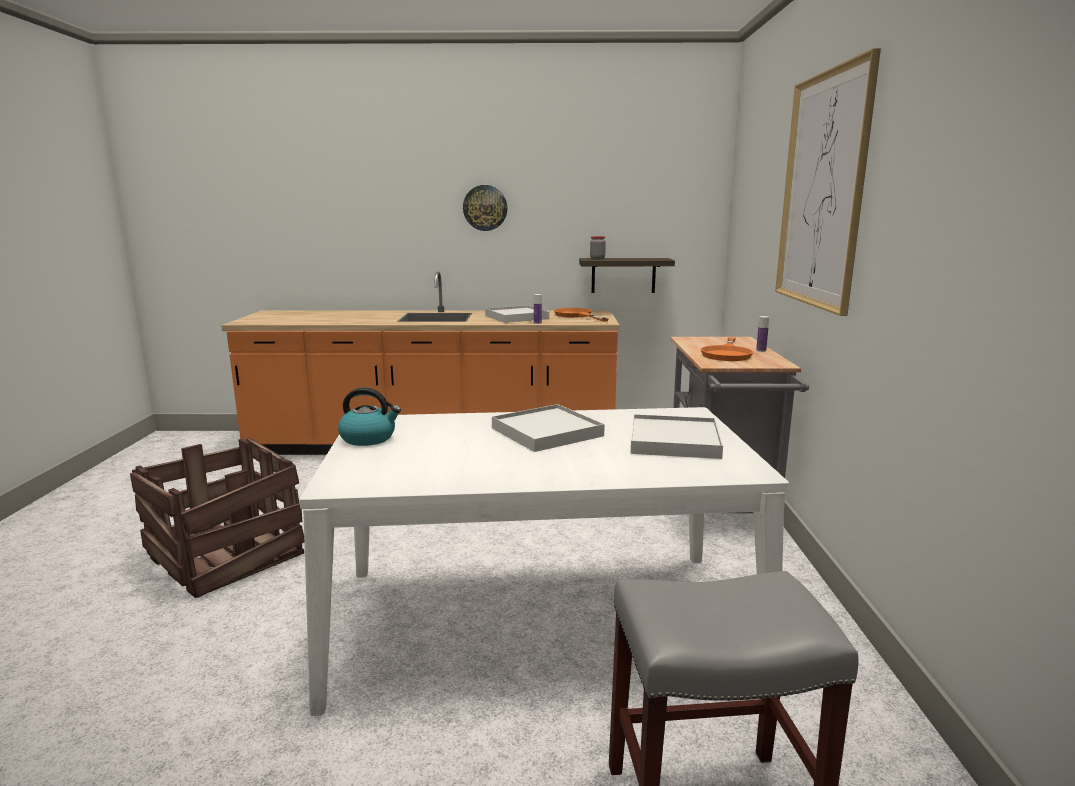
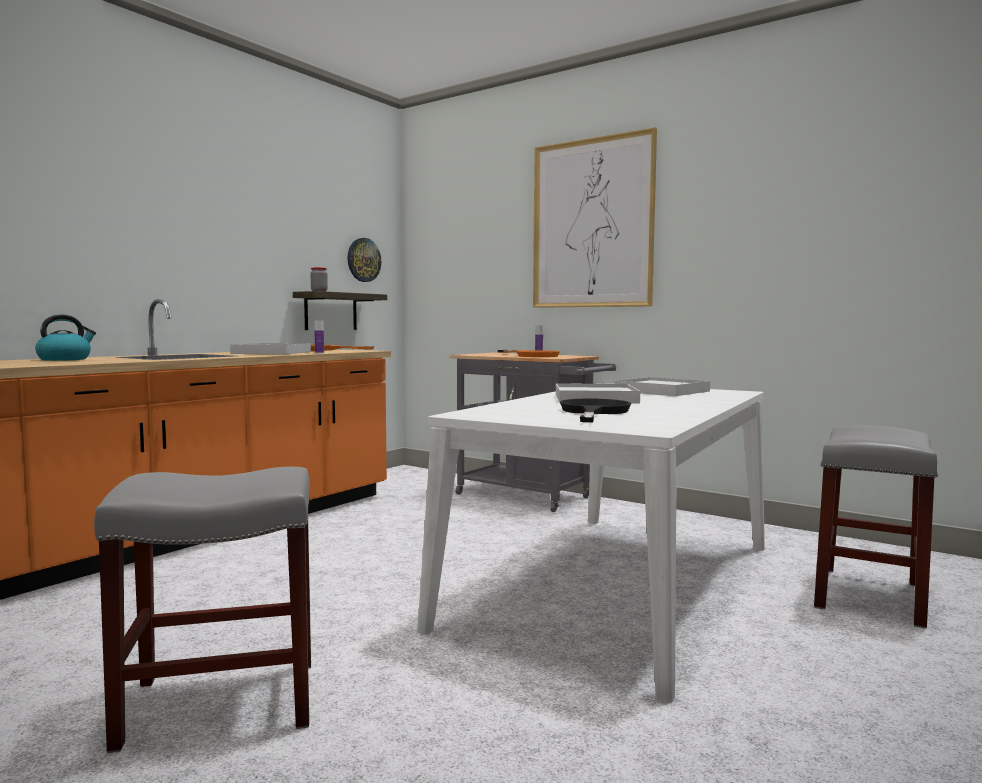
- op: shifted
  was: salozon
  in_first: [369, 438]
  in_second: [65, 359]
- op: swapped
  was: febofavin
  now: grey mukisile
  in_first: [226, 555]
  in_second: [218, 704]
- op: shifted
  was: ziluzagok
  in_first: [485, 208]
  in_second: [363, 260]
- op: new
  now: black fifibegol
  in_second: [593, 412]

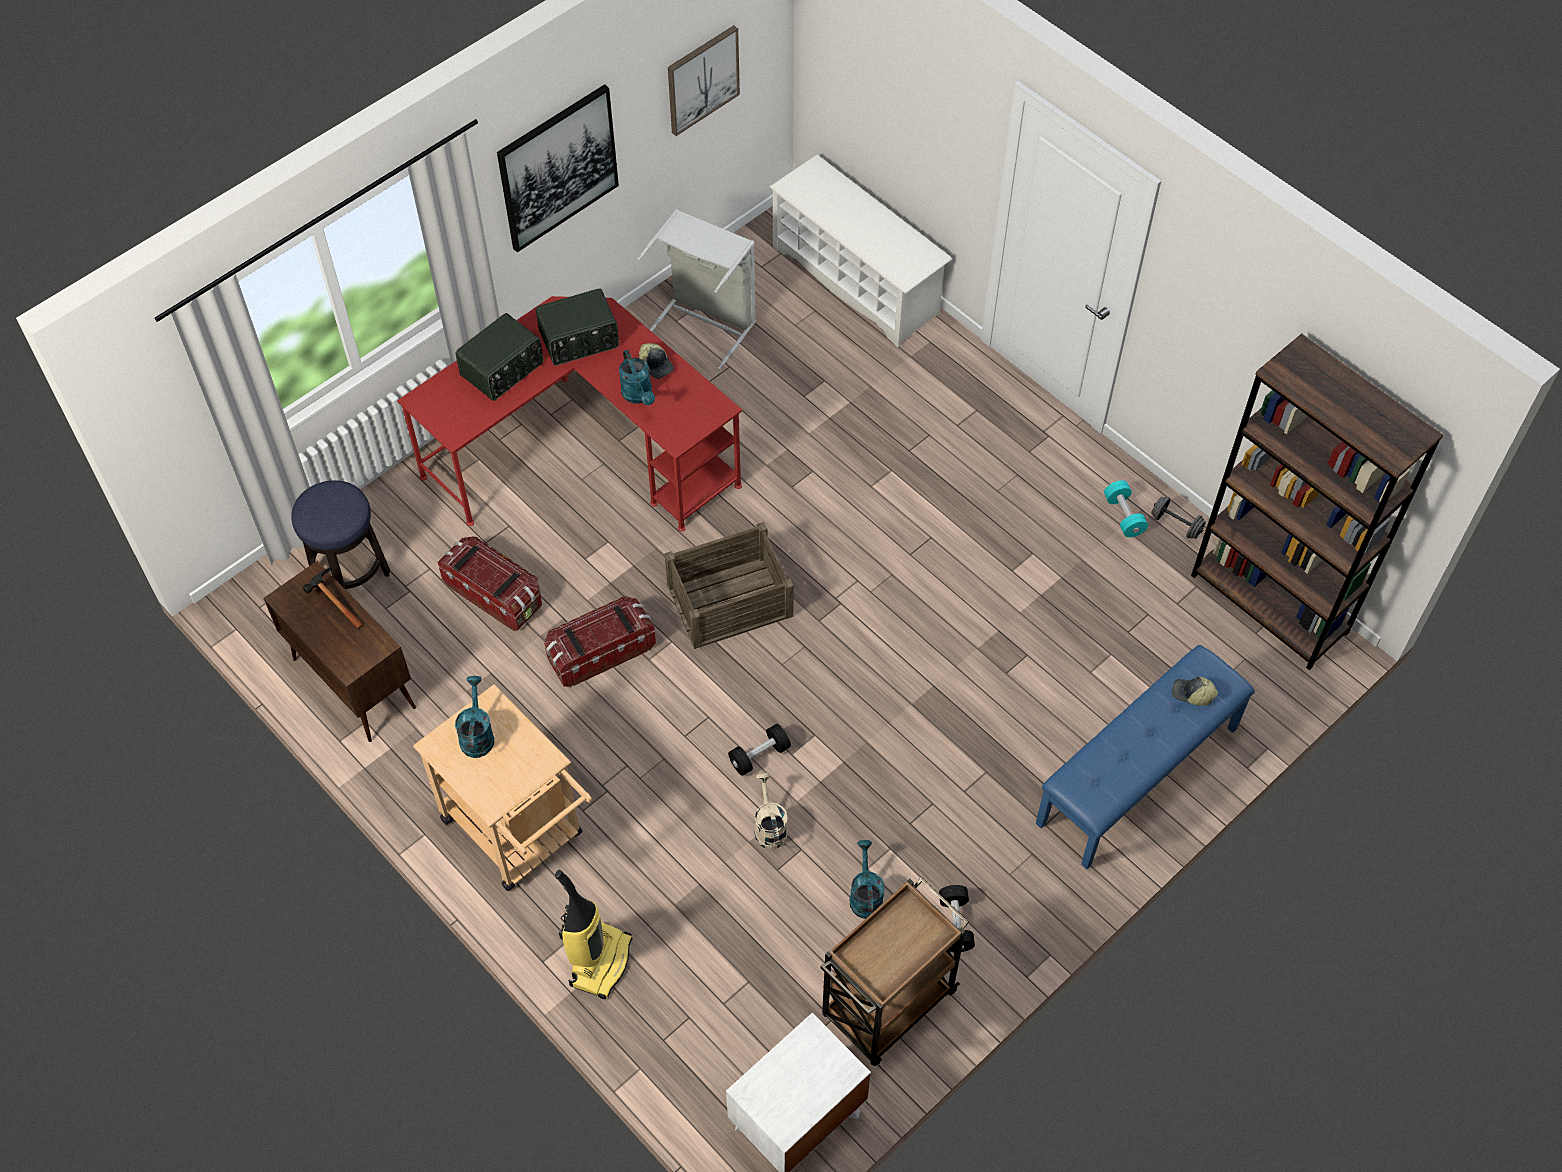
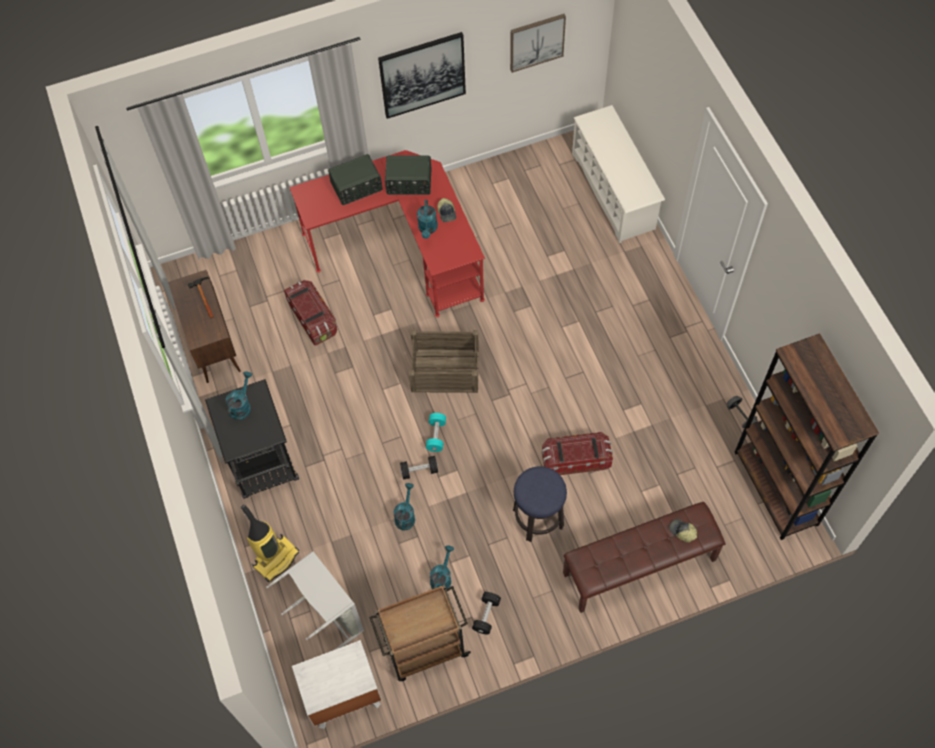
- op: repainted
  was: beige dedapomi
  now: black dedapomi
  in_first: [520, 834]
  in_second: [264, 467]
- op: shifted
  was: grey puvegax
  in_first: [706, 322]
  in_second: [329, 617]
- op: repainted
  was: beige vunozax
  now: turquoise vunozax
  in_first: [769, 827]
  in_second: [405, 515]
- op: shifted
  was: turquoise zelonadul
  in_first: [1123, 516]
  in_second: [436, 435]
- op: shifted
  was: mukisile
  in_first: [350, 573]
  in_second: [538, 518]
- op: shifted
  was: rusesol
  in_first: [601, 652]
  in_second: [575, 460]
- op: repainted
  was: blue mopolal
  now: brown mopolal
  in_first: [1138, 776]
  in_second: [639, 567]

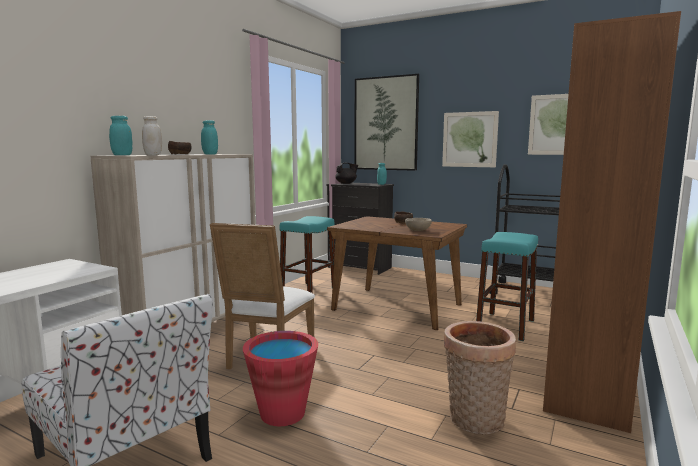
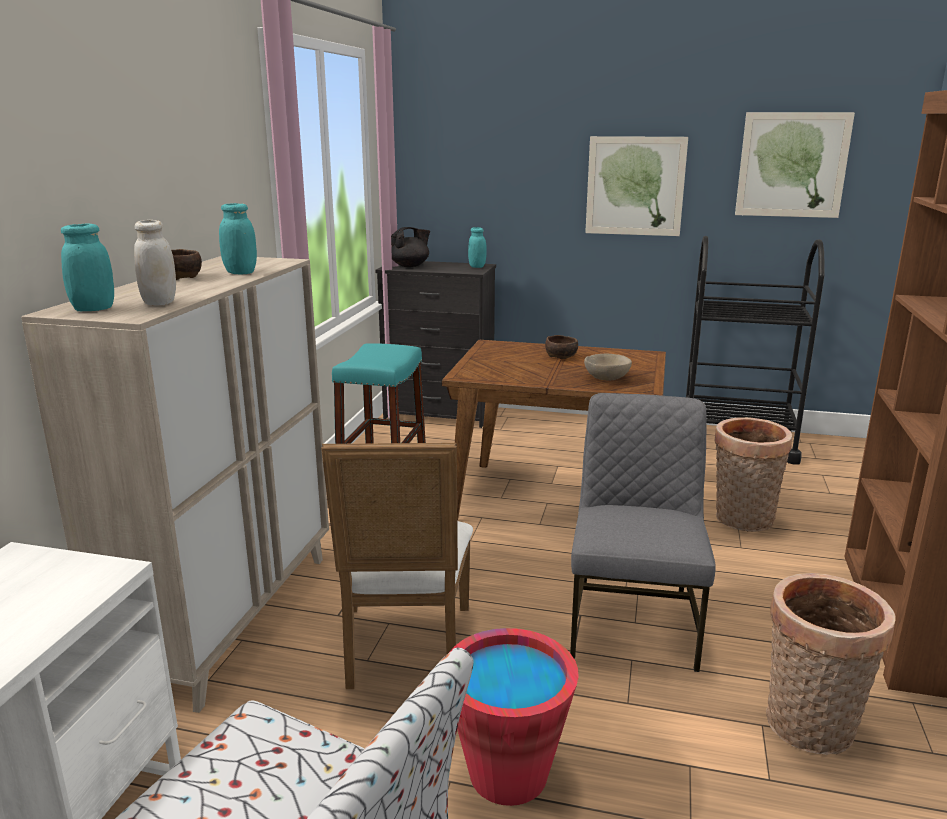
- op: new
  now: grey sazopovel
  in_second: [633, 622]
- op: swapped
  was: turquoise mukisile
  now: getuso
  in_first: [505, 326]
  in_second: [742, 520]
- op: gone
  was: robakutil
  in_first: [385, 124]

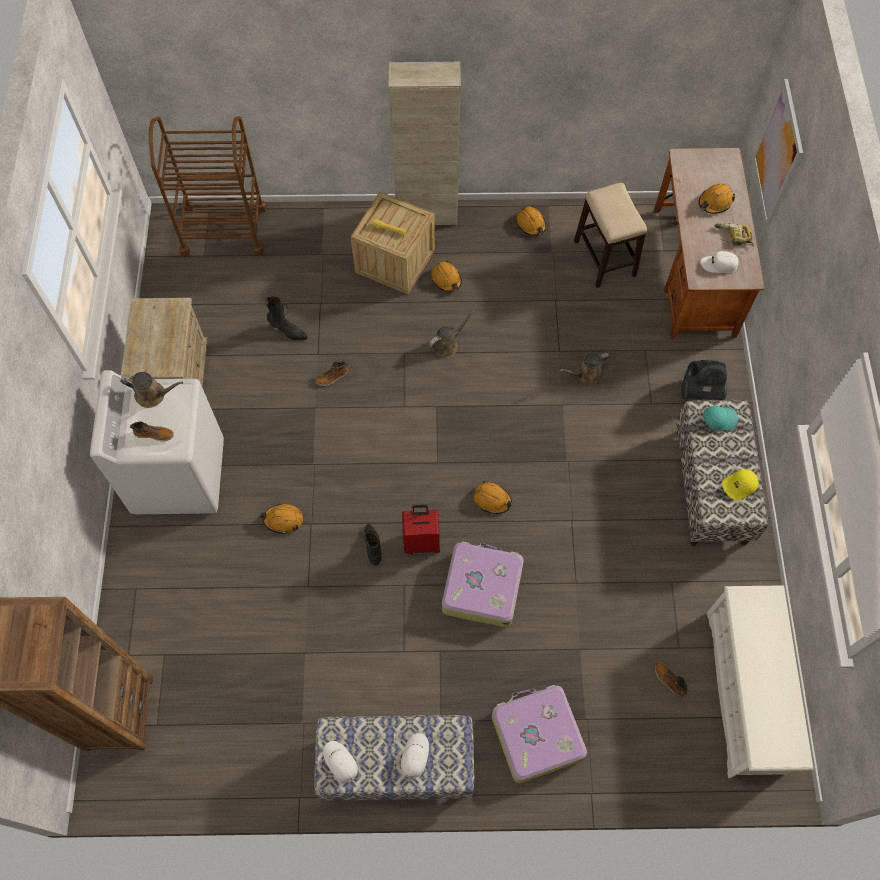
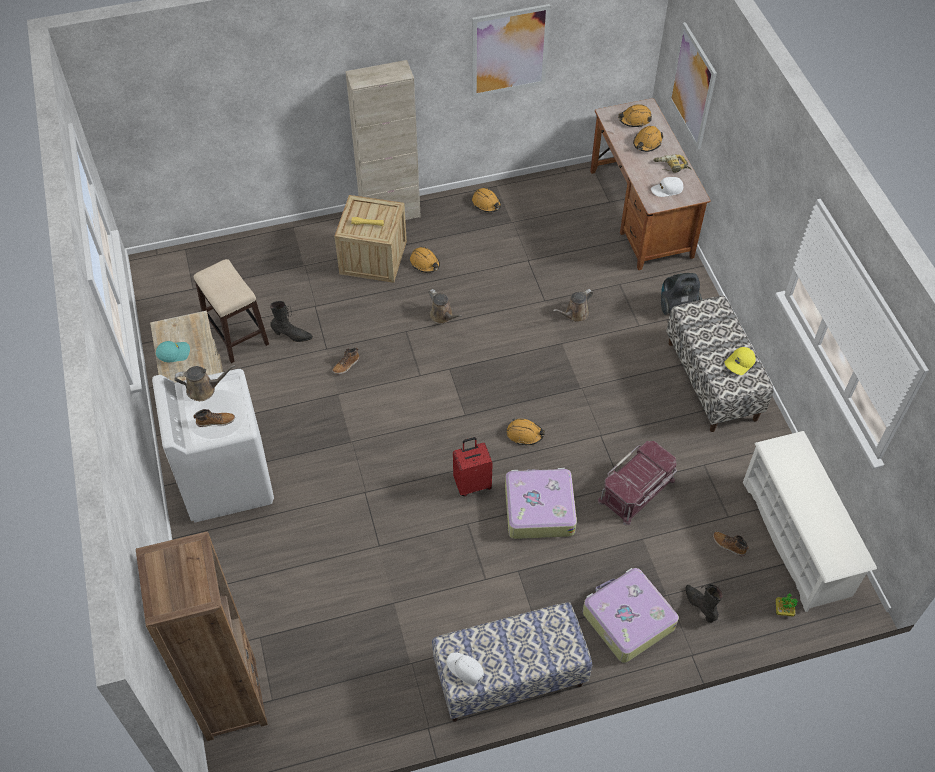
- op: shifted
  was: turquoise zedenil
  in_first: [719, 419]
  in_second: [173, 353]
- op: shifted
  was: mukisile
  in_first: [604, 258]
  in_second: [236, 333]
- op: rotated
  was: brown vunozax
  in_first: [447, 344]
  in_second: [443, 316]
  clockwise: 105
- op: new
  now: robakutil
  in_second: [509, 50]
- op: new
  now: red rusesol
  in_second: [637, 491]
- op: shifted
  was: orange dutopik
  in_first: [283, 520]
  in_second: [634, 120]
- op: shifted
  was: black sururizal
  in_first: [373, 547]
  in_second: [700, 606]
- op: new
  now: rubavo
  in_second: [783, 610]
- op: gone
  was: brown dedapomi
  in_first: [224, 230]
- op: gone
  was: white zedenil
  in_first: [415, 756]

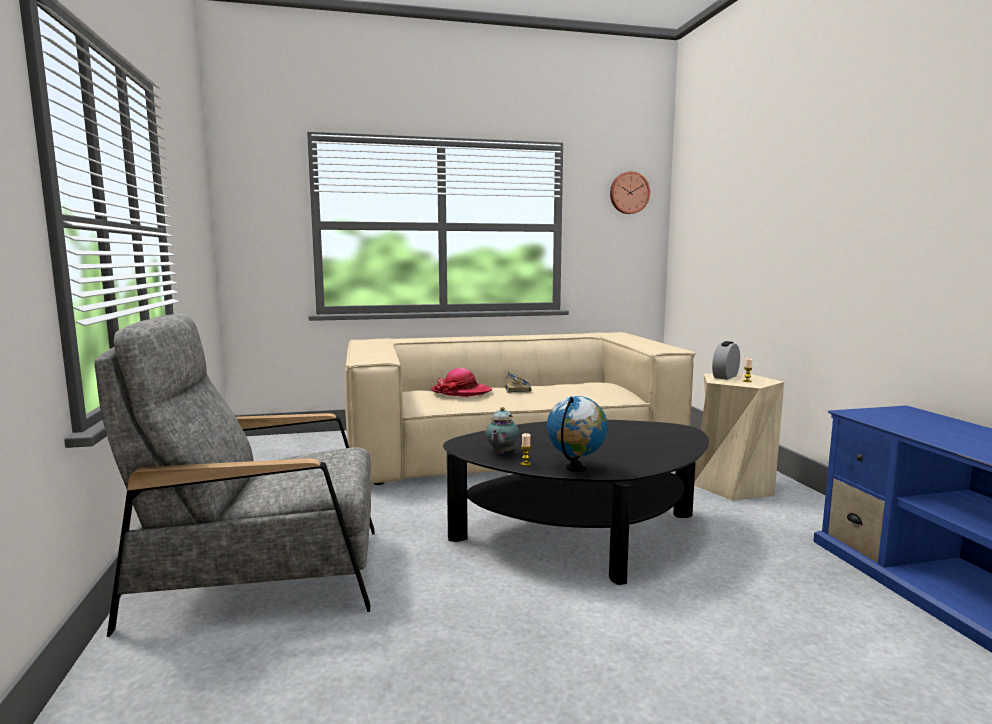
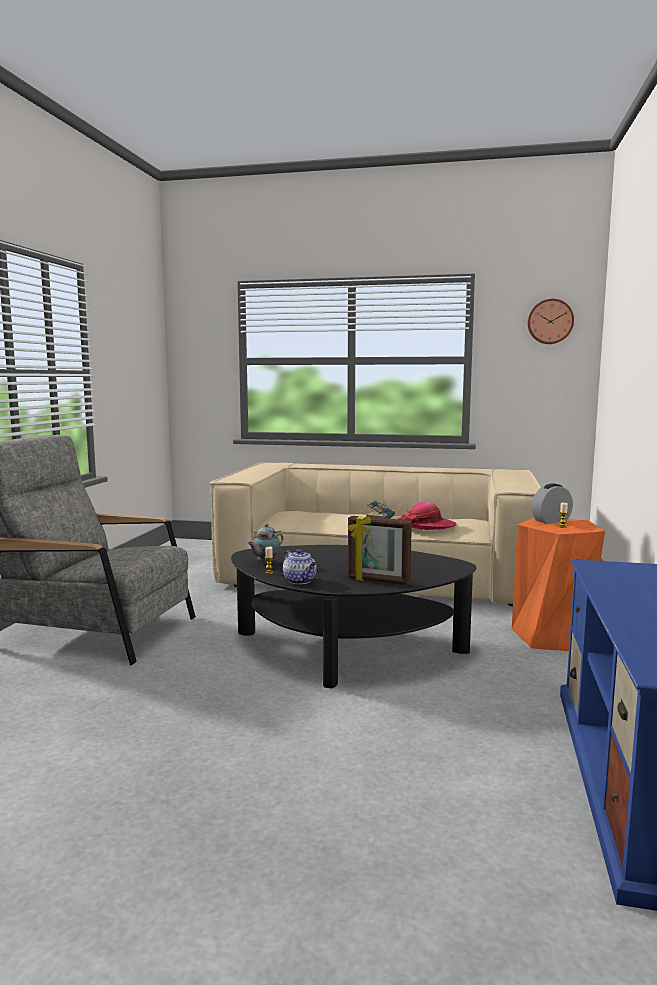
- op: swapped
  was: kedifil
  now: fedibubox
  in_first: [576, 469]
  in_second: [300, 581]
- op: new
  now: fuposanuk
  in_second: [378, 581]
- op: shifted
  was: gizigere
  in_first: [461, 392]
  in_second: [426, 525]
- op: repainted
  was: beige mukisile
  now: orange mukisile
  in_first: [732, 486]
  in_second: [553, 637]

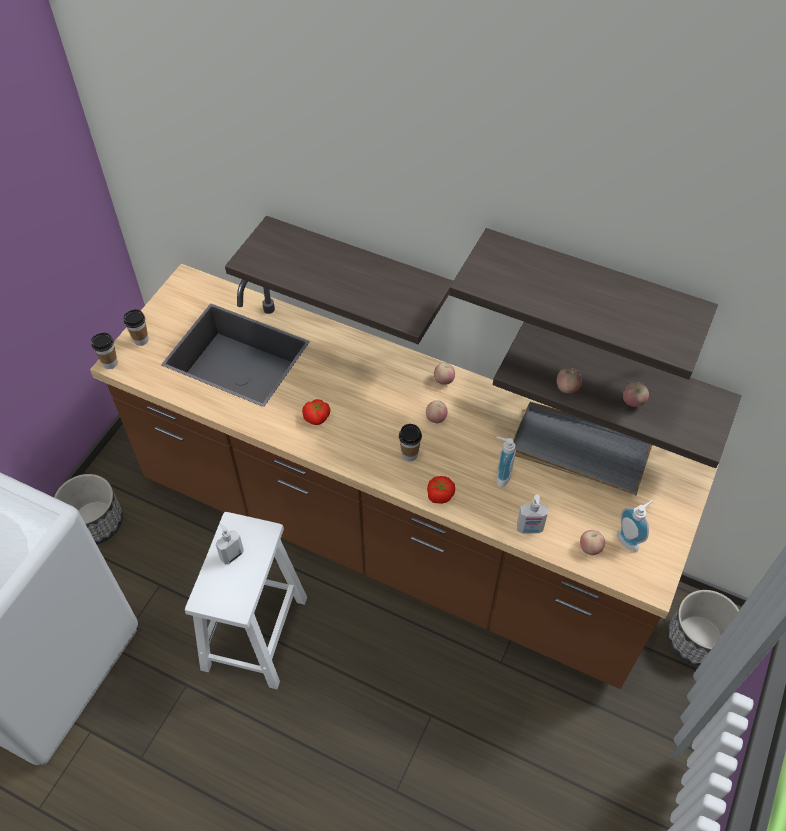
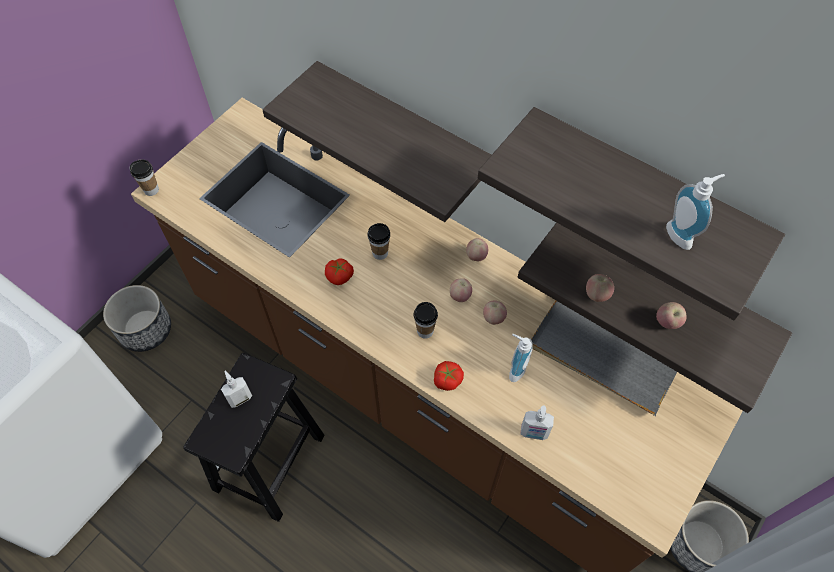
- op: repainted
  was: white mukisile
  now: black mukisile
  in_first: [255, 635]
  in_second: [269, 464]
- op: shifted
  was: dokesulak
  in_first: [141, 340]
  in_second: [380, 253]
- op: shifted
  was: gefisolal
  in_first: [590, 548]
  in_second: [493, 318]
- op: shifted
  was: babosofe
  in_first: [630, 539]
  in_second: [682, 234]

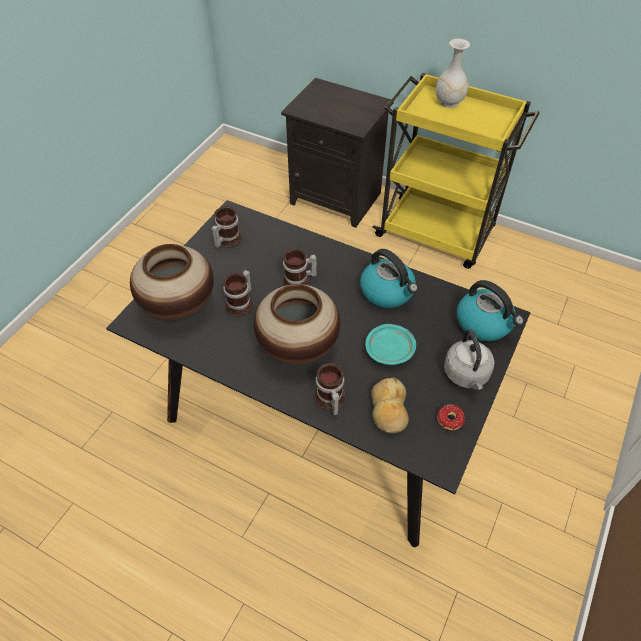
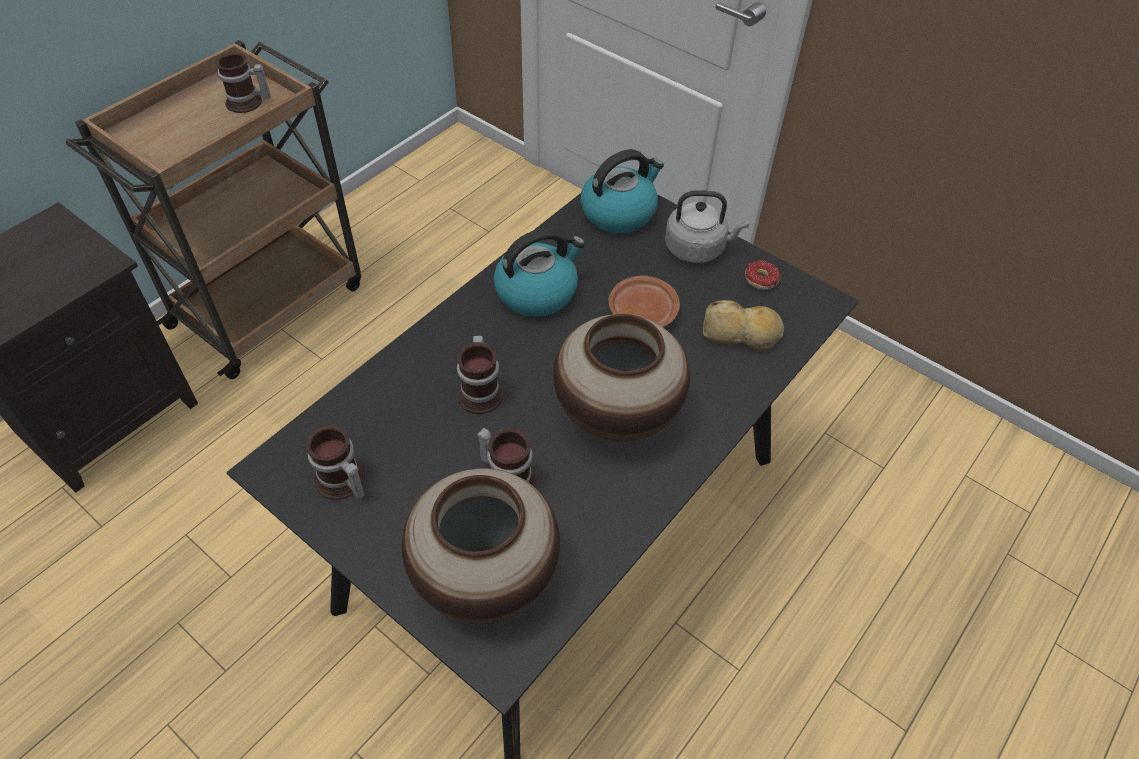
- op: repainted
  was: yellow dedapomi
  now: brown dedapomi
  in_first: [437, 233]
  in_second: [270, 303]
- op: shifted
  was: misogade
  in_first: [329, 400]
  in_second: [247, 103]
- op: repainted
  was: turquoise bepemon
  now: brown bepemon
  in_first: [390, 349]
  in_second: [642, 311]
- op: gone
  was: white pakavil
  in_first: [448, 102]

